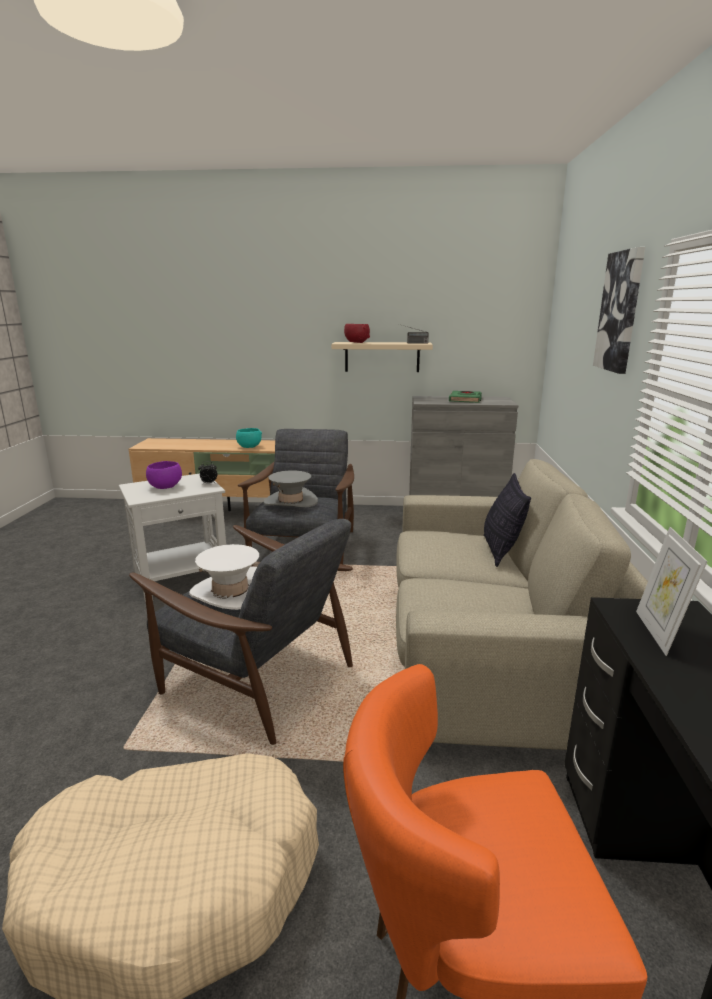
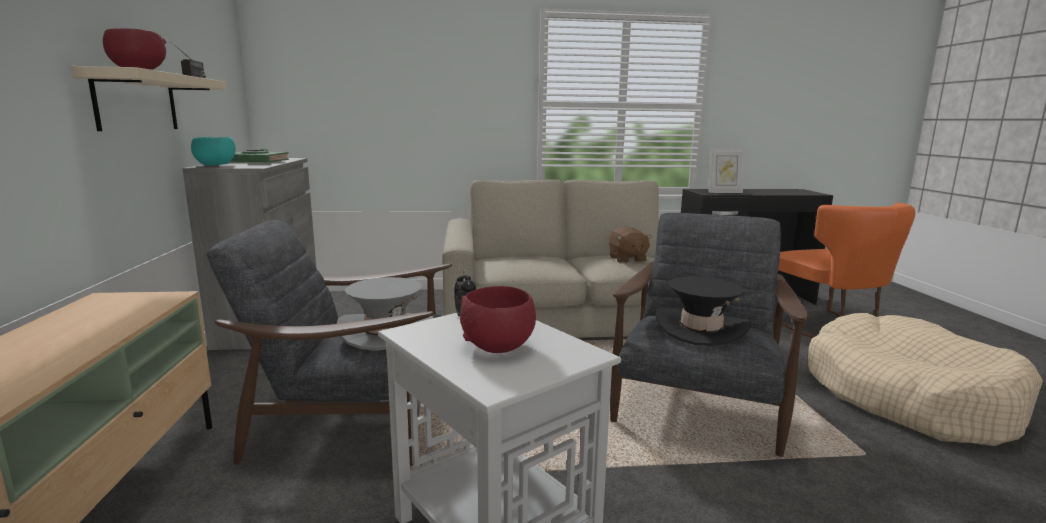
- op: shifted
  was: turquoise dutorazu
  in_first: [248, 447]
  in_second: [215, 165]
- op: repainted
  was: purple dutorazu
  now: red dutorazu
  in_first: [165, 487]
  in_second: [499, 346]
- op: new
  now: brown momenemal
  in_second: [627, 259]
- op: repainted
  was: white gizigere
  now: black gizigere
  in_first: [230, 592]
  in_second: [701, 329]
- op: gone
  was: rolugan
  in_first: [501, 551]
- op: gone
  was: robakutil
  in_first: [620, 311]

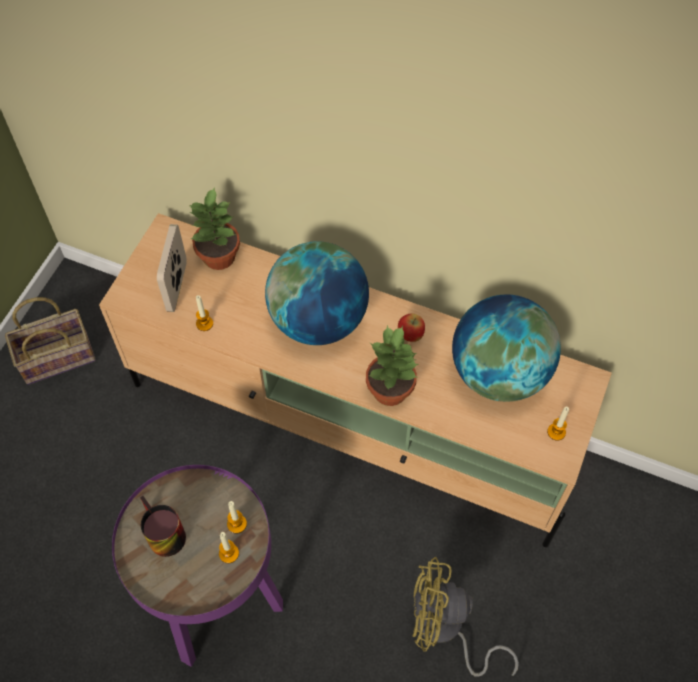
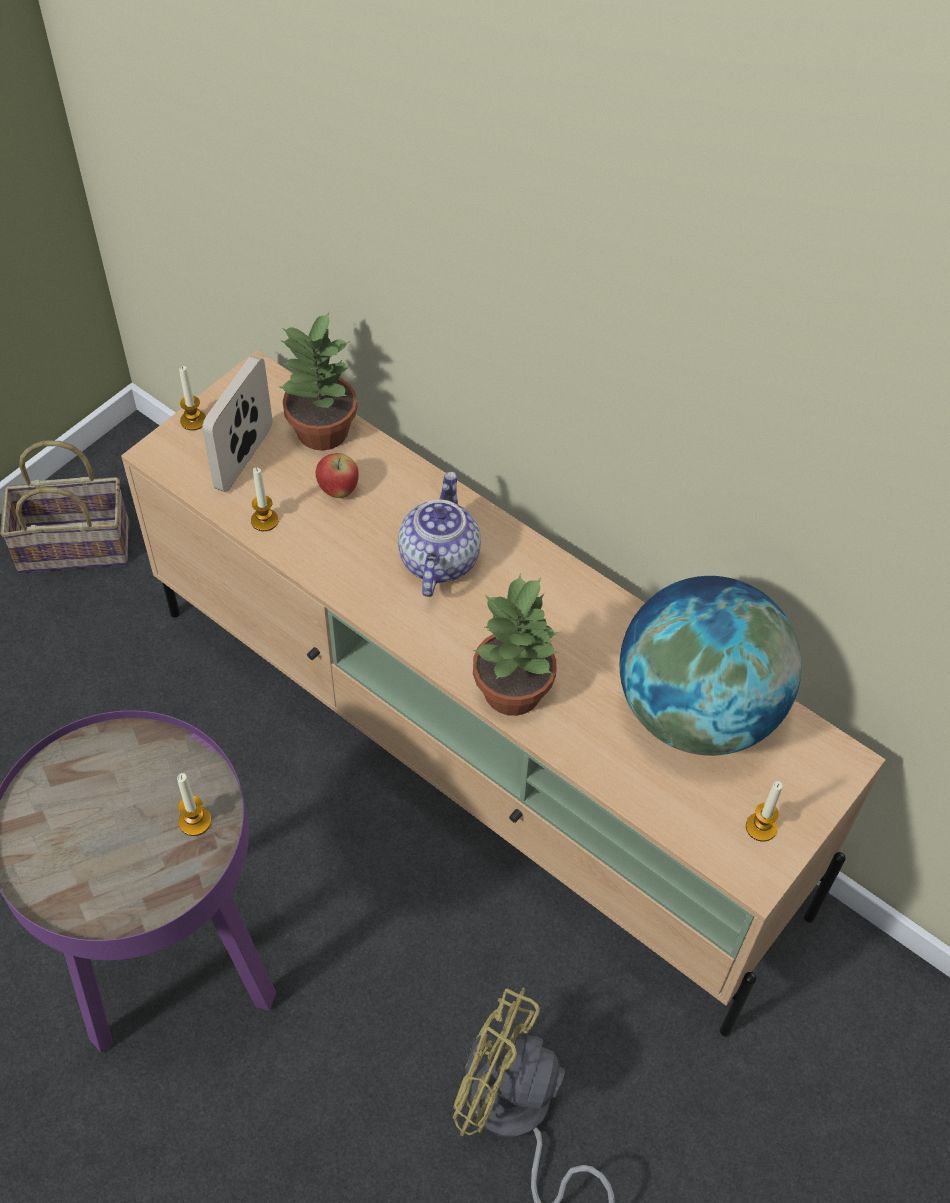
- op: shifted
  was: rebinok
  in_first: [229, 553]
  in_second: [193, 421]
- op: shifted
  was: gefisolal
  in_first: [410, 335]
  in_second: [338, 490]
- op: swapped
  was: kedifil
  now: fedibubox
  in_first: [318, 320]
  in_second: [438, 559]
- op: gone
  was: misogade
  in_first: [160, 535]

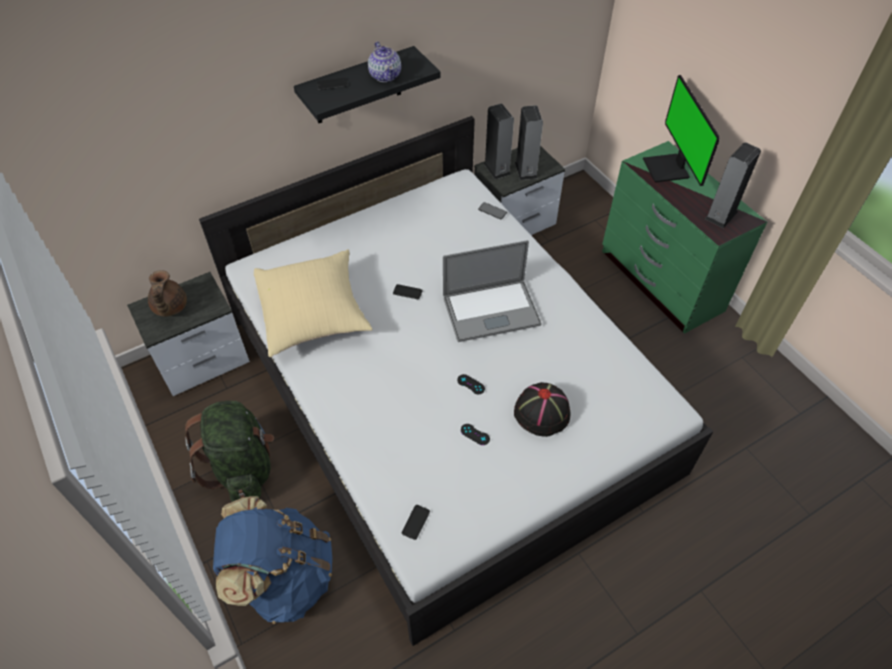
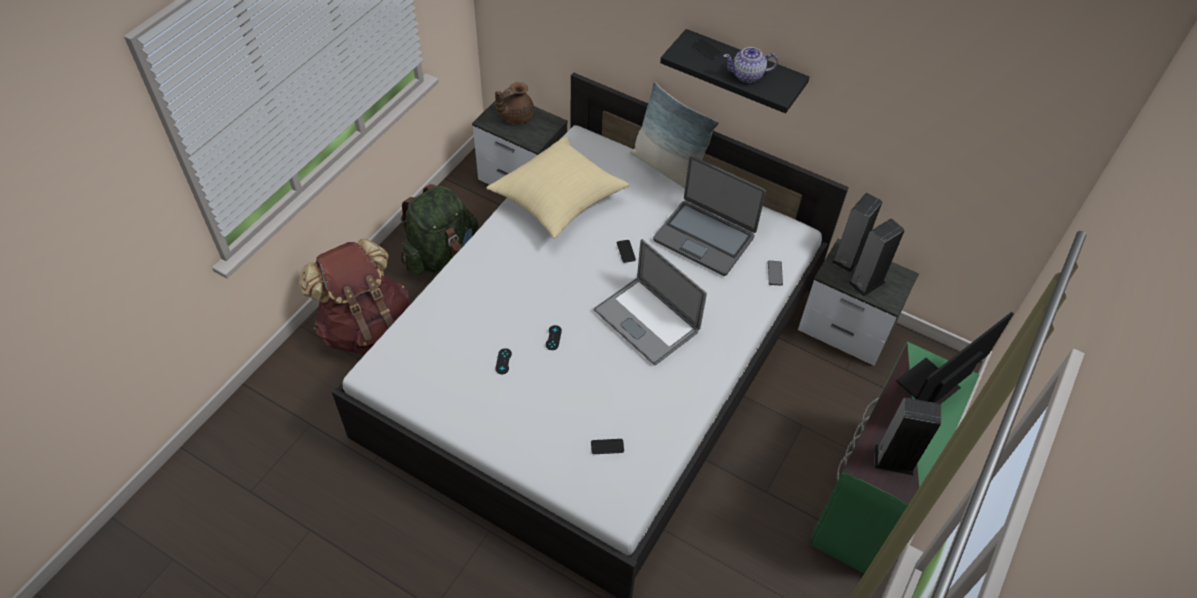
- op: repainted
  was: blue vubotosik
  now: brown vubotosik
  in_first: [284, 576]
  in_second: [365, 326]
- op: shifted
  was: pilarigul
  in_first: [415, 522]
  in_second: [607, 447]
- op: new
  now: rolugan
  in_second: [667, 168]
- op: new
  now: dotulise
  in_second: [704, 237]
- op: rotated
  was: fedibubox
  in_first: [385, 75]
  in_second: [748, 75]
  clockwise: 45
- op: gone
  was: black gizigere
  in_first: [542, 412]

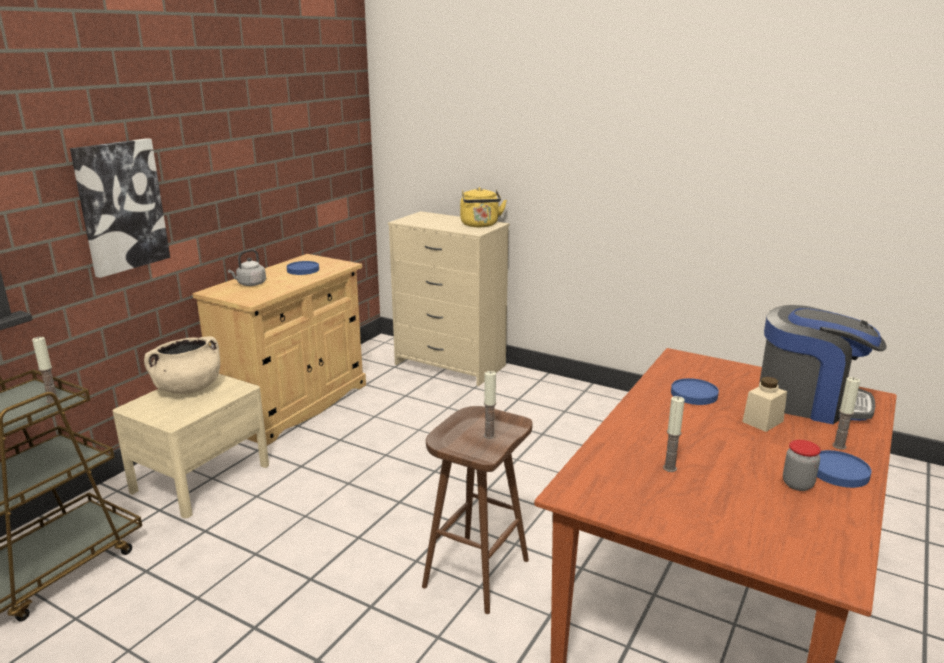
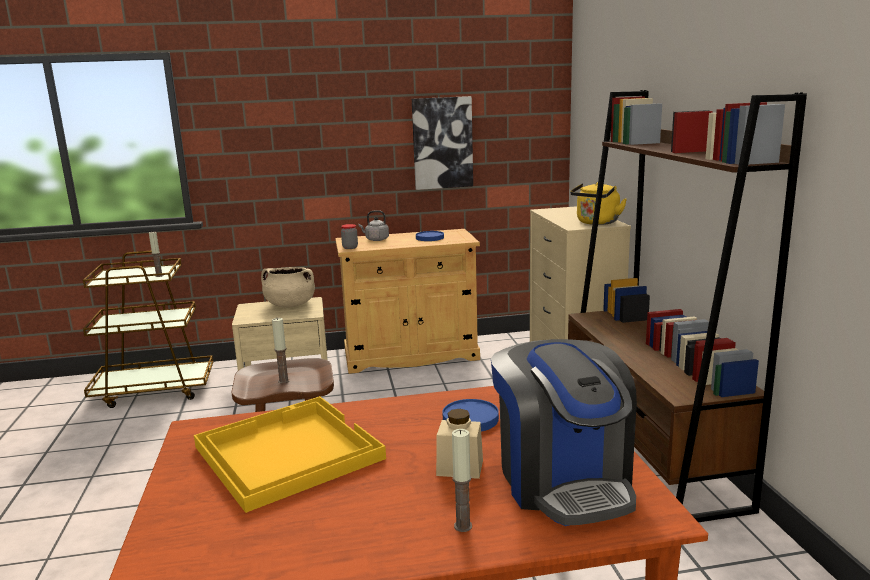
- op: swapped
  was: rebinok
  now: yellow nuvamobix
  in_first: [670, 468]
  in_second: [286, 452]
- op: shifted
  was: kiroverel
  in_first: [797, 484]
  in_second: [350, 247]
- op: shifted
  was: robakutil
  in_first: [121, 206]
  in_second: [442, 143]
- op: new
  now: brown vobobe
  in_second: [649, 448]
- op: gone
  was: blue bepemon
  in_first: [838, 471]

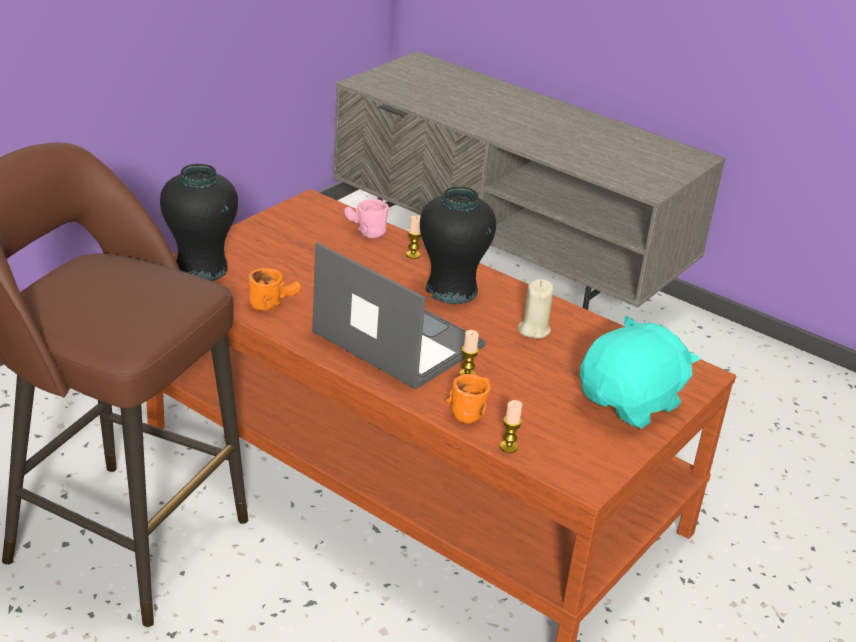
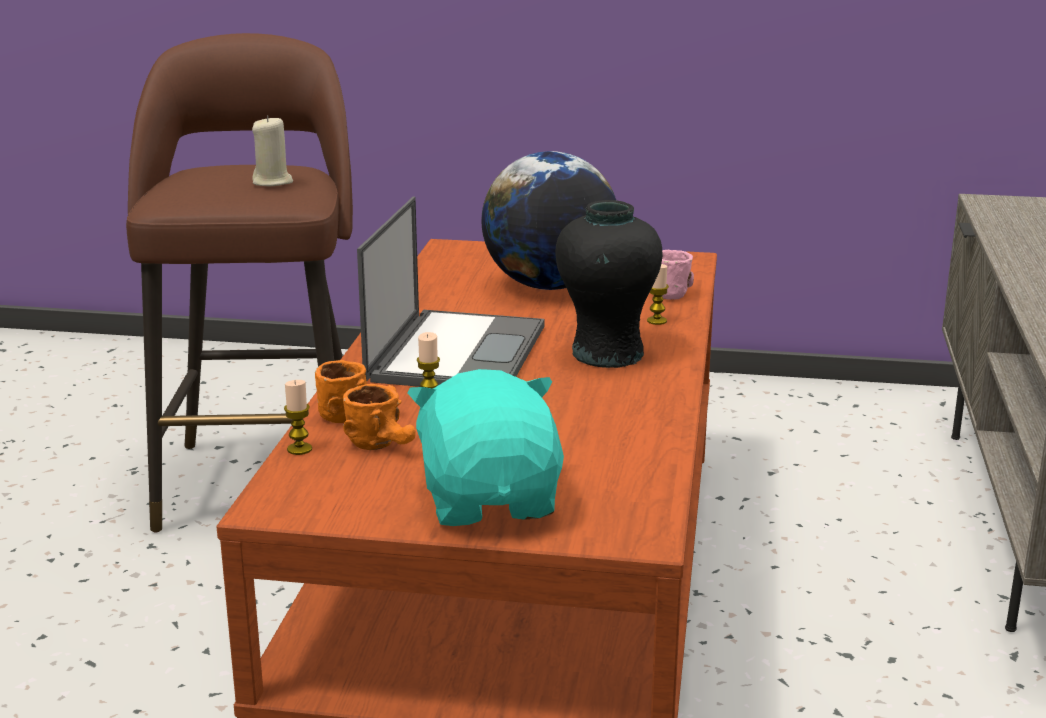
- op: shifted
  was: beige rebinok
  in_first: [533, 330]
  in_second: [273, 182]
- op: shifted
  was: orange misogade
  in_first: [274, 302]
  in_second: [385, 445]
- op: rotated
  was: turquoise momenemal
  in_first: [631, 403]
  in_second: [491, 500]
  clockwise: -120
- op: new
  now: kedifil
  in_second: [549, 286]
- op: gone
  was: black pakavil
  in_first: [201, 269]

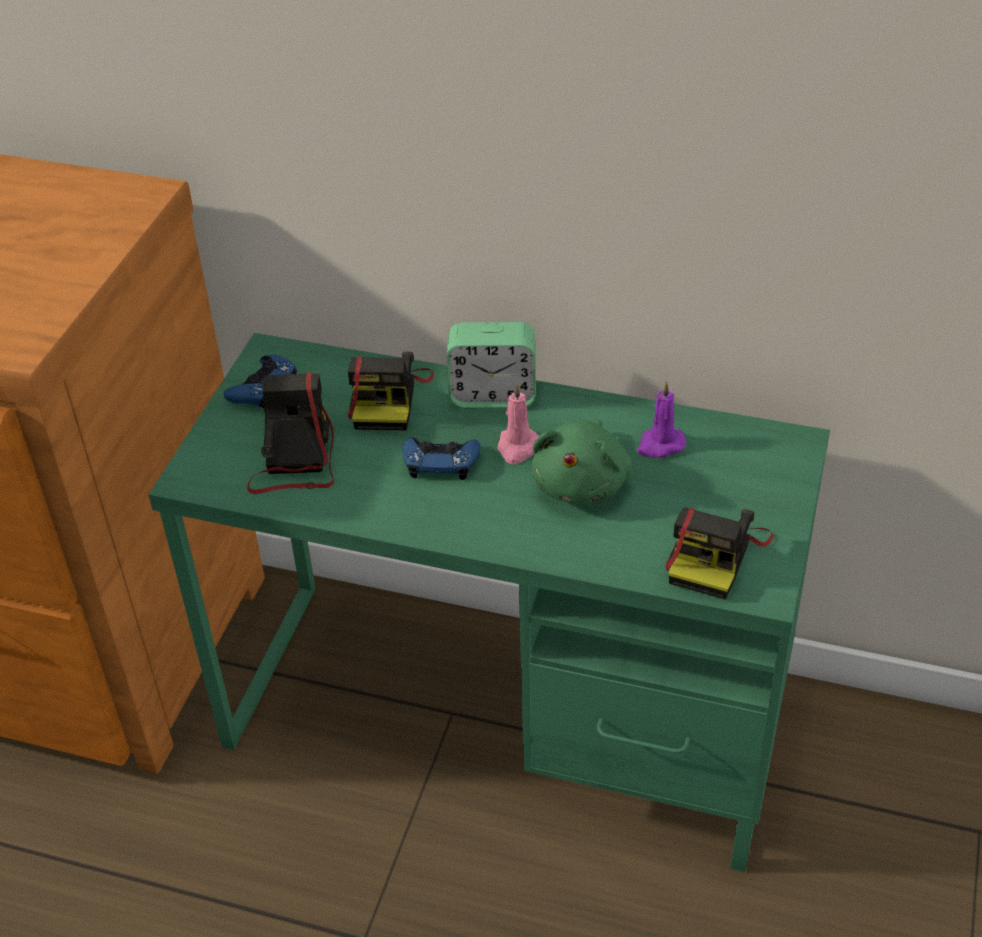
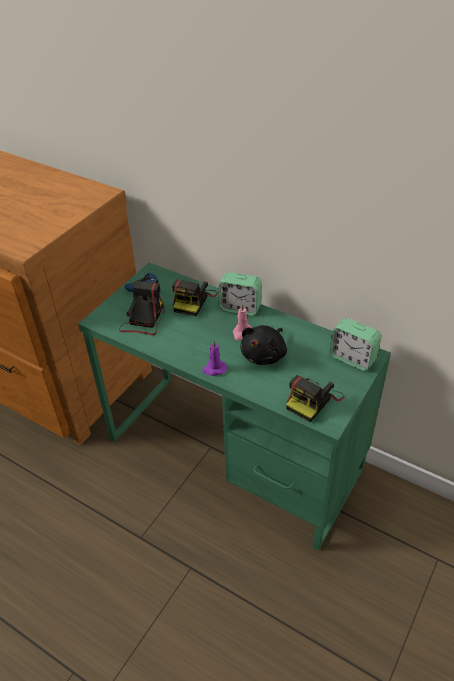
- op: shifted
  was: purple rebinok
  in_first: [660, 445]
  in_second: [214, 369]
- op: repainted
  was: green momenemal
  now: black momenemal
  in_first: [582, 483]
  in_second: [265, 355]
- op: new
  now: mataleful
  in_second: [352, 358]
- op: gone
  was: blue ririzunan
  in_first: [440, 462]

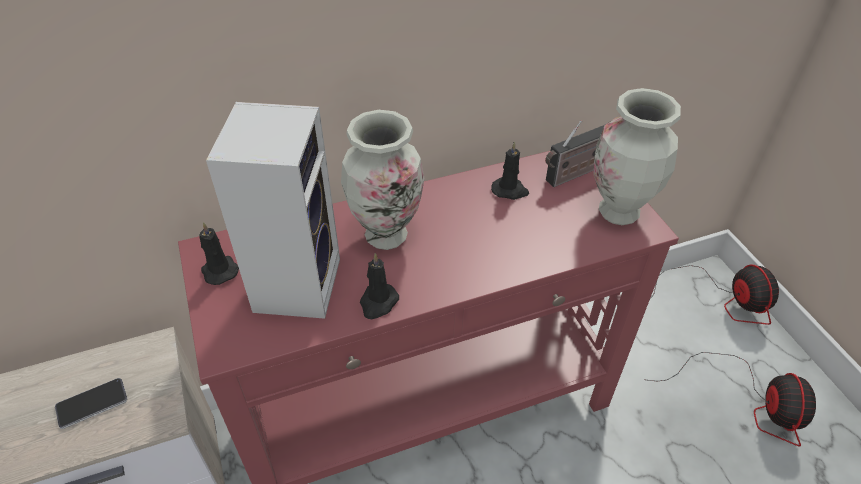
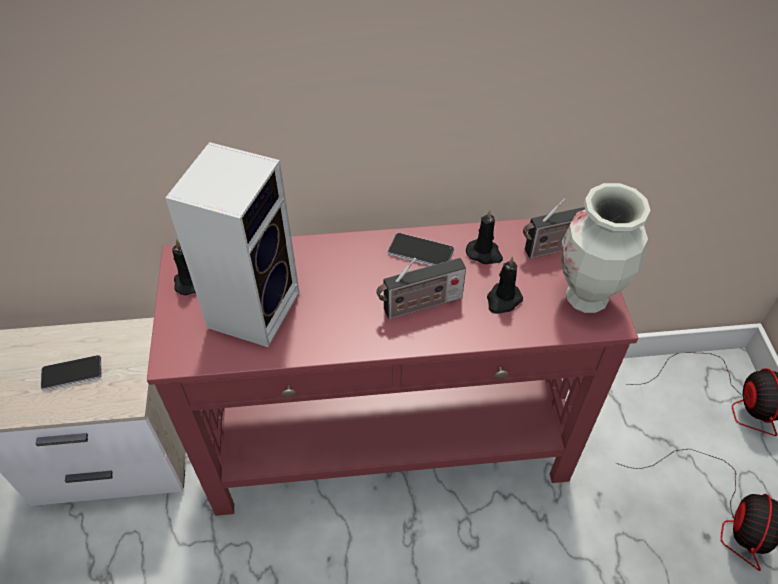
- op: new
  now: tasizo
  in_second: [419, 305]
- op: new
  now: pilarigul
  in_second: [420, 252]
- op: shifted
  was: black rebinok
  in_first: [378, 303]
  in_second: [503, 300]
- op: gone
  was: pakavil
  in_first: [386, 235]

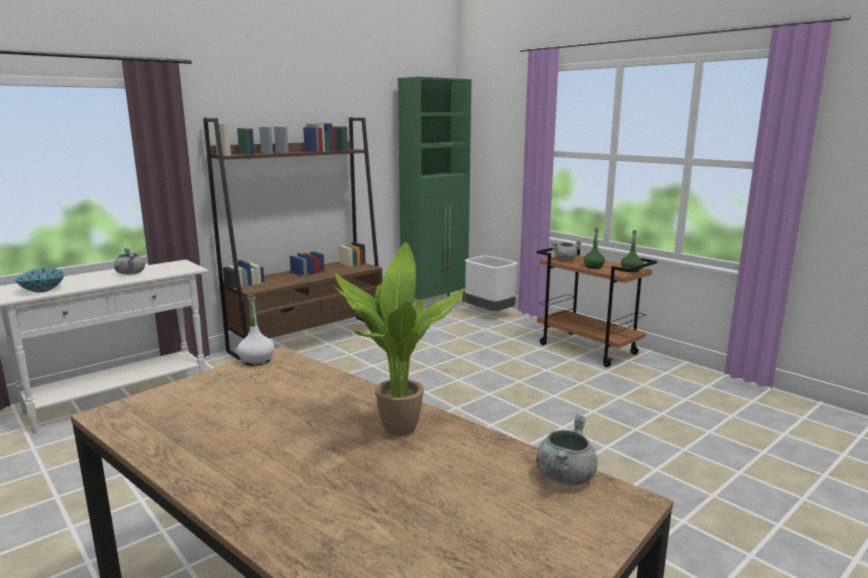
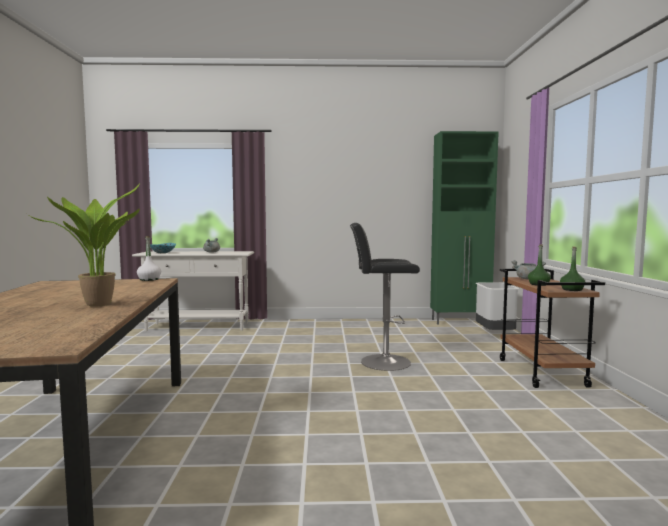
- op: new
  now: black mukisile
  in_second: [381, 362]
- op: gone
  was: brown vobobe
  in_first: [309, 339]
- op: gone
  was: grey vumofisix
  in_first: [565, 476]

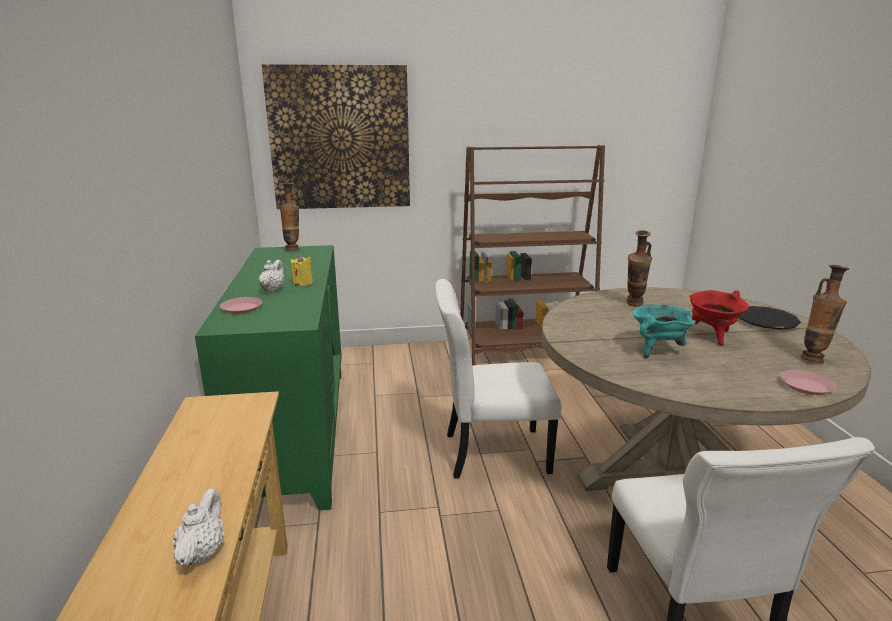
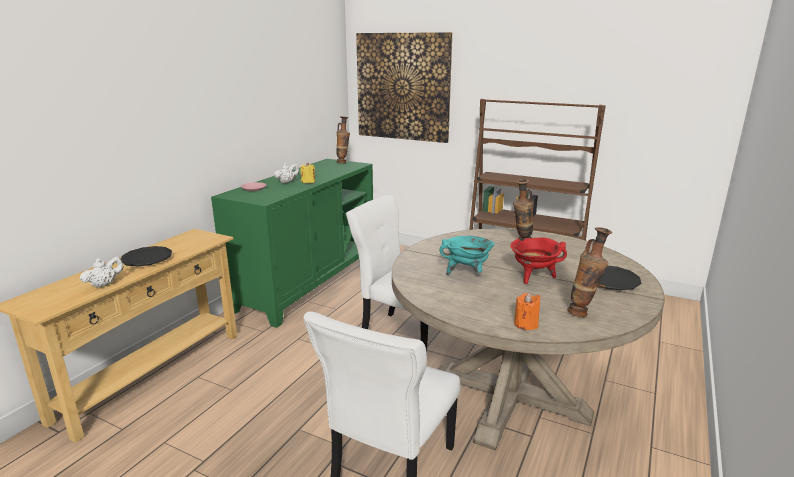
- op: new
  now: black bepemon
  in_second: [147, 260]
- op: swapped
  was: pink bepemon
  now: orange rebinok
  in_first: [805, 386]
  in_second: [526, 324]

